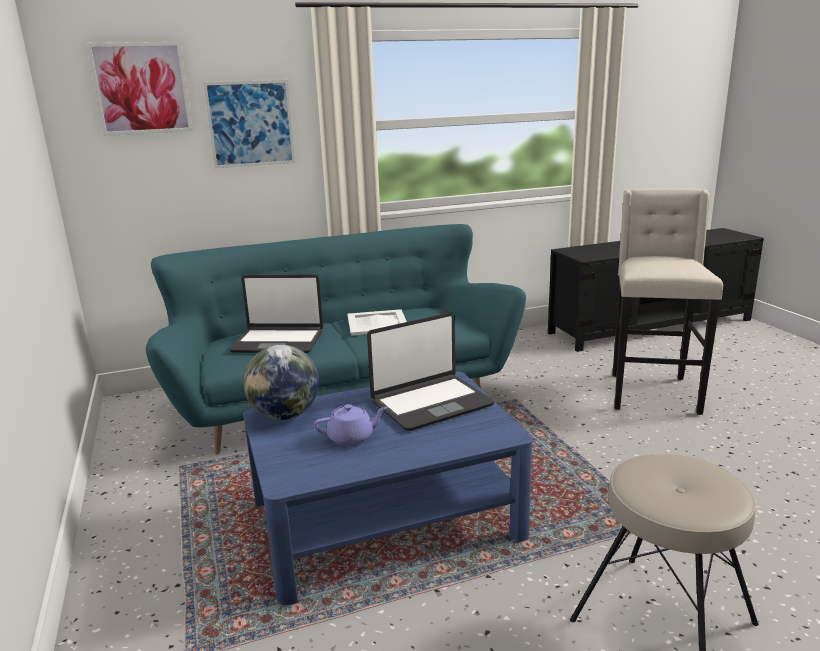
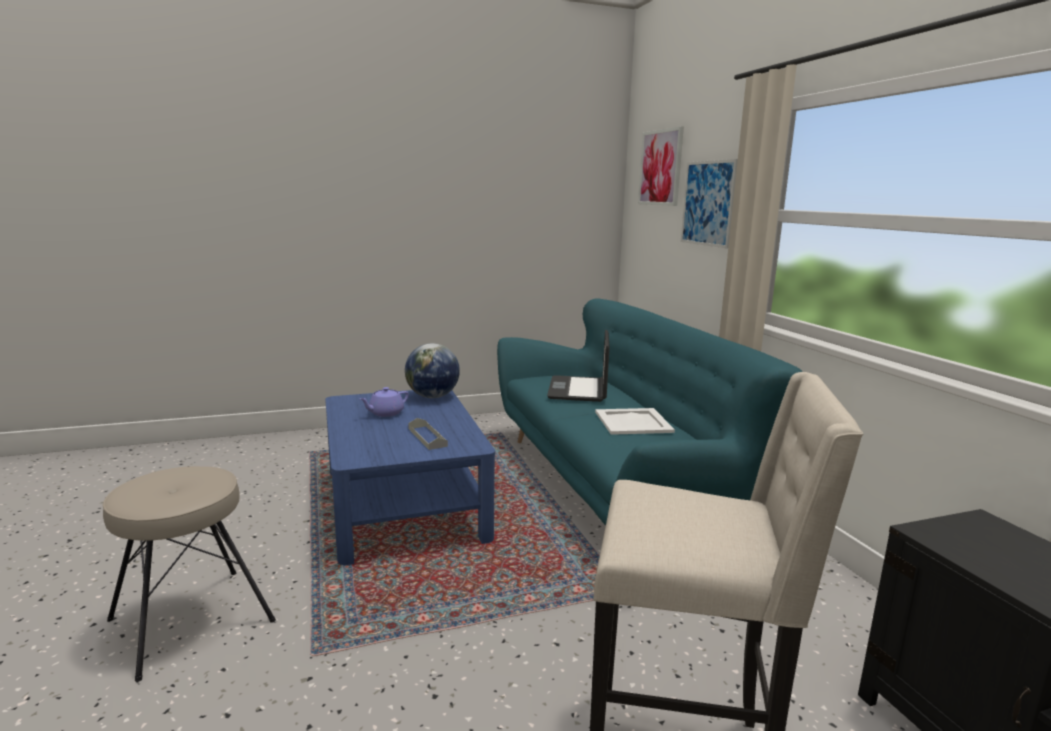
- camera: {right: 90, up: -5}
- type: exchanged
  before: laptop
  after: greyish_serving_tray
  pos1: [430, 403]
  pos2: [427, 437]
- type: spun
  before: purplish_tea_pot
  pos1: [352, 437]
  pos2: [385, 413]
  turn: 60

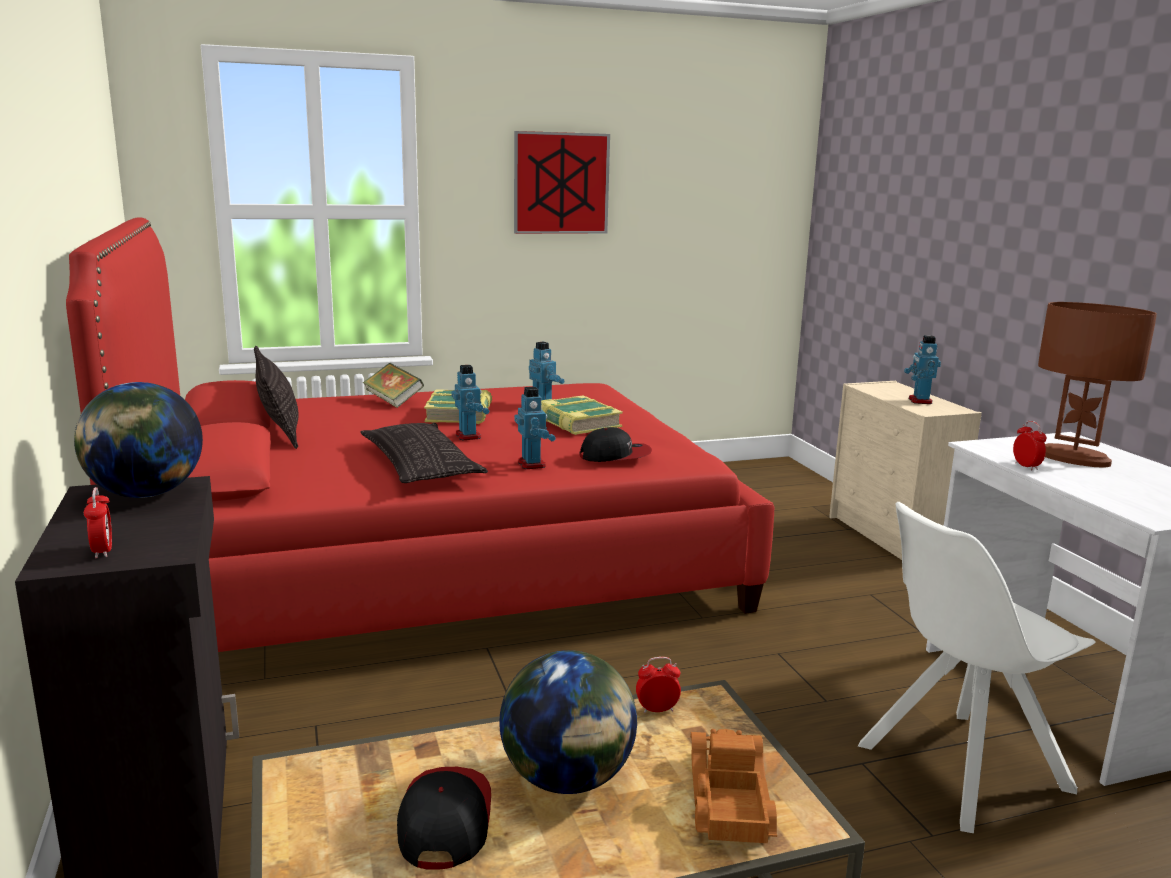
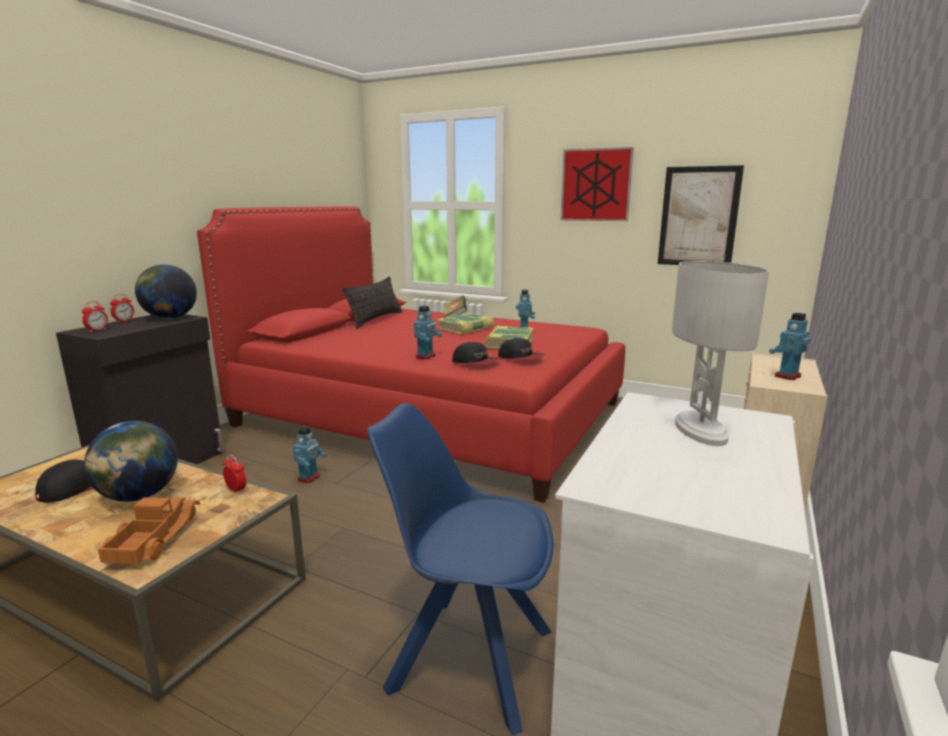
- camera: {right: 45, up: 0}
- type: colour
  before: brownish_tabletop_lamp
  after: white-coloured_tabletop_lamp
  pos1: [1072, 459]
  pos2: [699, 430]
- type: relocated
  before: model_robot
  pos1: [469, 436]
  pos2: [309, 478]
- type: relocated
  before: bedside_clock
  pos1: [1026, 466]
  pos2: [124, 321]
- type: missing
  before: pillow
  pos1: [420, 465]
- type: colour
  before: white-coloured_chair
  after: blue_chair
  pos1: [958, 769]
  pos2: [467, 657]
- type: spun
  before: model_truck
  pos1: [727, 799]
  pos2: [152, 539]
  turn: -45
- type: appeared
  after: wall_picture
  pos2: [698, 217]
- type: appeared
  after: baseball_cap
  pos2: [521, 357]

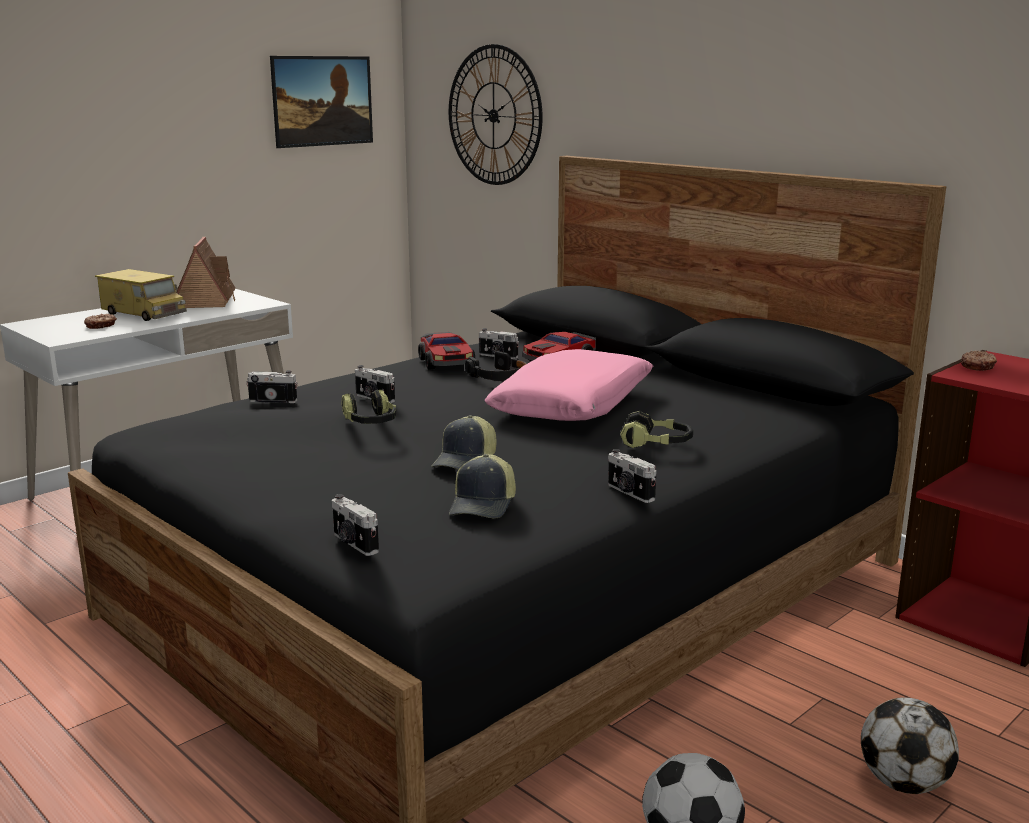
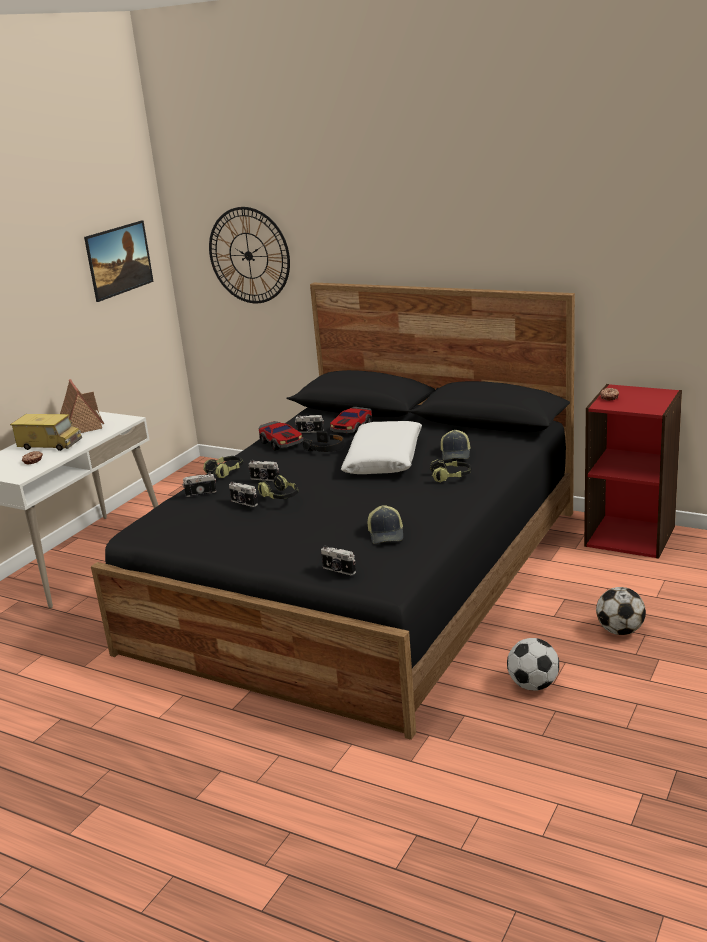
- camera: {right: -15, up: 5}
- type: colour
  before: pink-coloured_pillow
  after: white-coloured_pillow
  pos1: [573, 404]
  pos2: [384, 459]
- type: relocated
  before: baseball_cap
  pos1: [466, 461]
  pos2: [456, 454]
- type: relocated
  before: photo_camera
  pos1: [629, 493]
  pos2: [243, 503]
- type: appeared
  after: headset
  pos2: [226, 472]

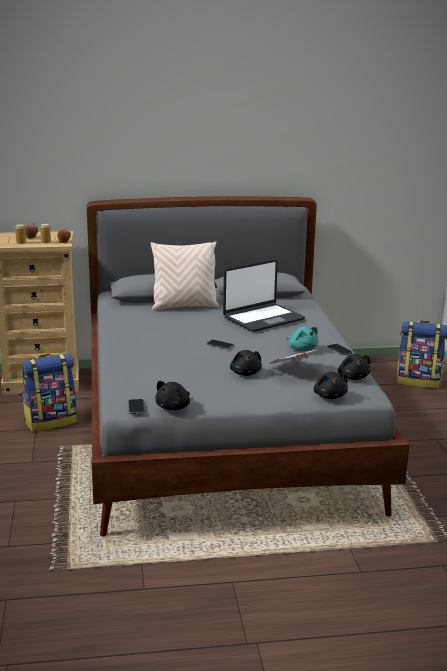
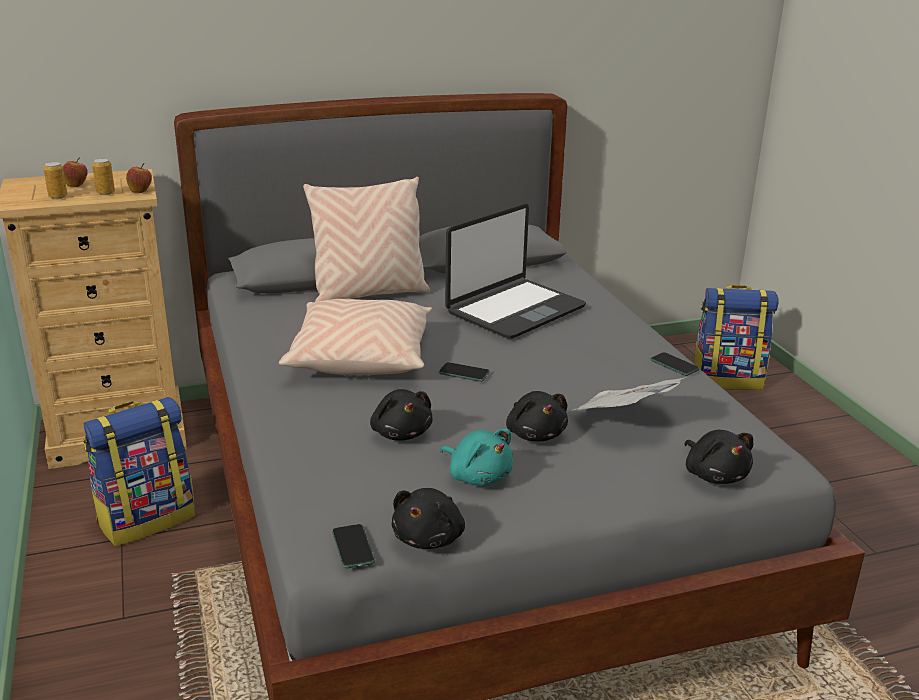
- camera: {right: -10, up: 5}
- type: relocated
  before: blue-green_plush_toy
  pos1: [302, 348]
  pos2: [478, 476]
- type: relocated
  before: black-coloured_plush_toy
  pos1: [353, 377]
  pos2: [401, 432]
- type: appeared
  after: beige_pillow
  pos2: [360, 357]

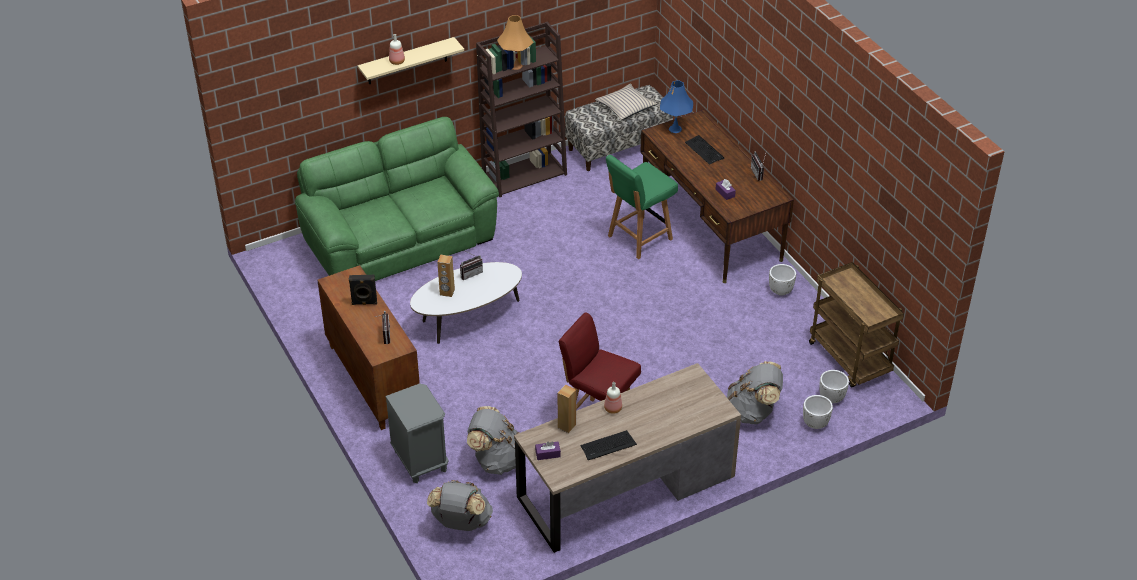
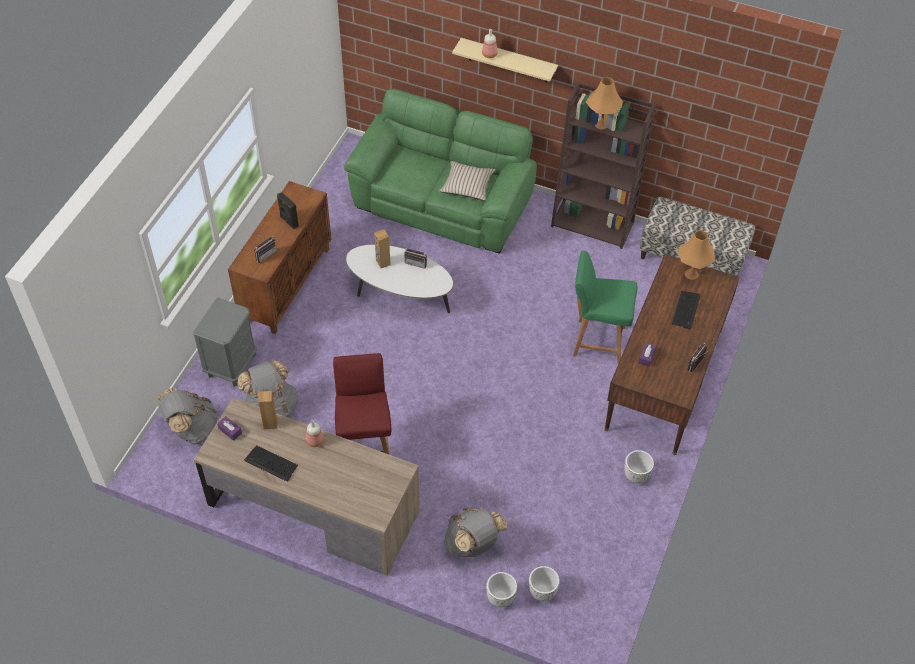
- camera: {right: 50, up: 10}
- type: colour
  before: blue_tabletop_lamp
  after: orange-coloured_tabletop_lamp
  pos1: [675, 129]
  pos2: [691, 274]
- type: relocated
  before: beige_pillow
  pos1: [625, 107]
  pos2: [467, 185]
- type: missing
  before: brownish_trolley
  pos1: [850, 359]

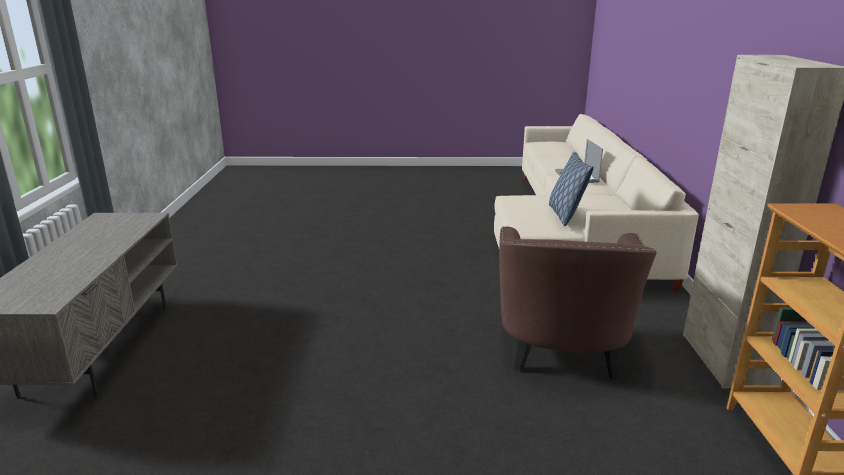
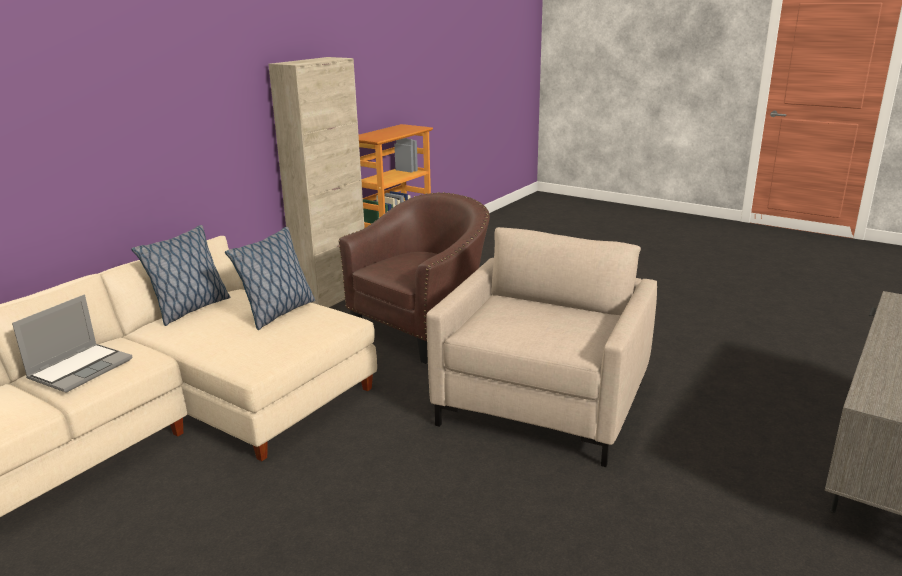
- camera: {right: -145, up: 0}
- type: appeared
  after: pillow
  pos2: [190, 309]
- type: appeared
  after: beige_lounge_chair
  pos2: [544, 404]

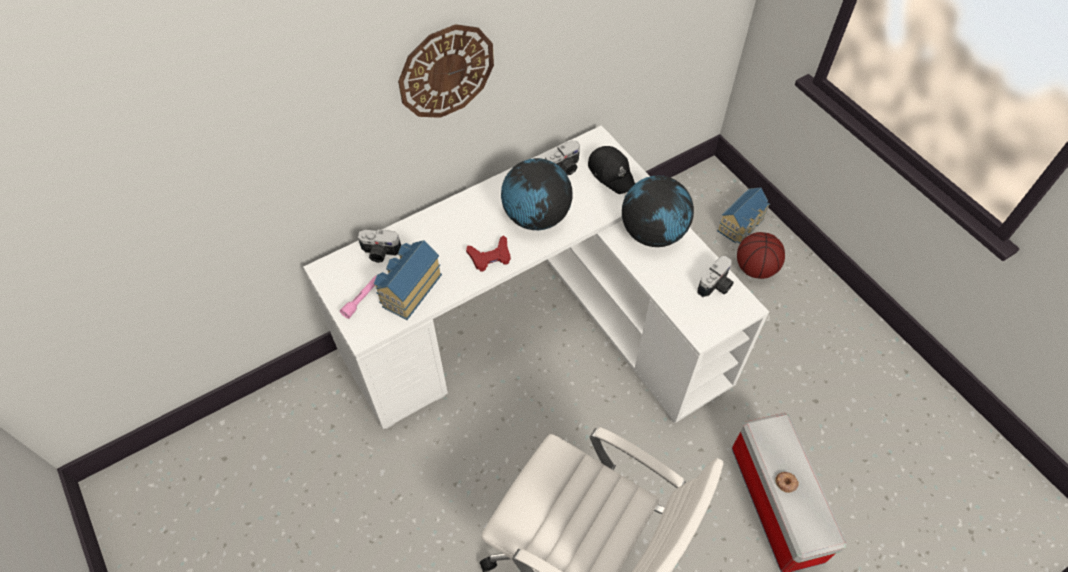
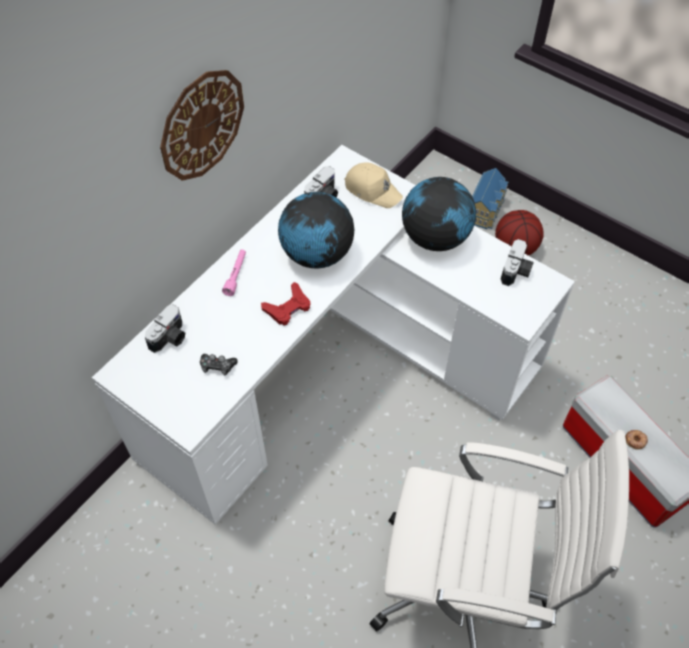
- camera: {right: -20, up: 0}
- type: colour
  before: black-coloured_baseball_cap
  after: beige_baseball_cap
  pos1: [611, 173]
  pos2: [372, 189]
- type: spun
  before: photo_camera
  pos1: [380, 253]
  pos2: [170, 338]
  turn: -45
- type: exchanged
  before: model_house
  after: game_controller
  pos1: [408, 289]
  pos2: [217, 366]
- type: relocated
  before: pink-coloured_torch
  pos1: [362, 299]
  pos2: [236, 275]

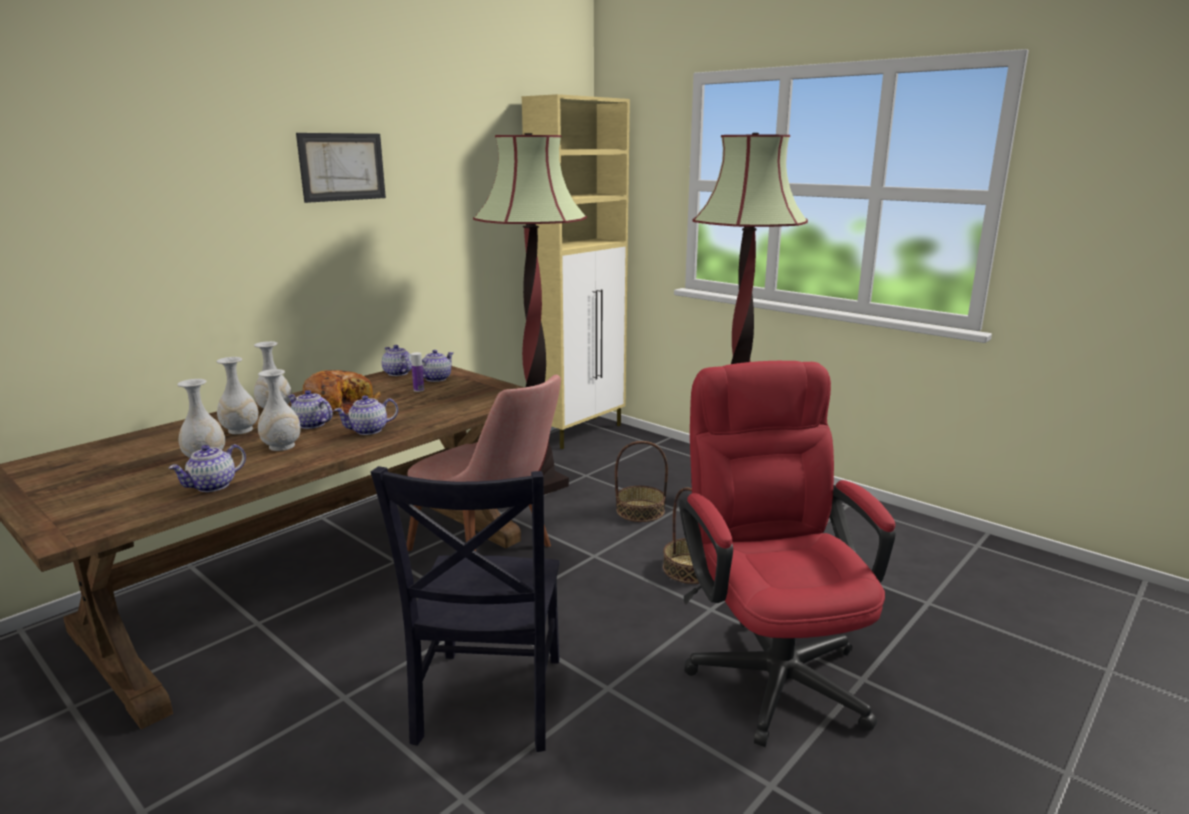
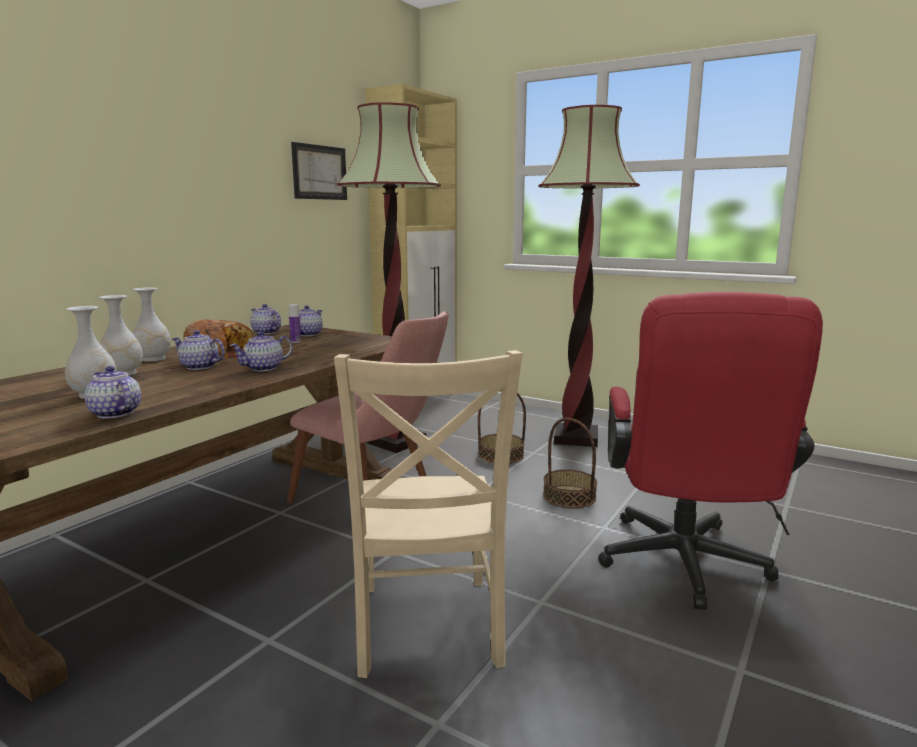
- camera: {right: -10, up: -5}
- type: relocated
  before: wall_picture
  pos1: [342, 167]
  pos2: [319, 172]
- type: spun
  before: red-coloured_computer_chair
  pos1: [772, 666]
  pos2: [684, 568]
  turn: -150
- type: missing
  before: white-coloured_decorative_vase
  pos1: [282, 446]
- type: spun
  before: tea_pot
  pos1: [212, 486]
  pos2: [114, 413]
  turn: 105
- type: colour
  before: black-coloured_chair
  after: beige_chair
  pos1: [488, 704]
  pos2: [427, 629]

